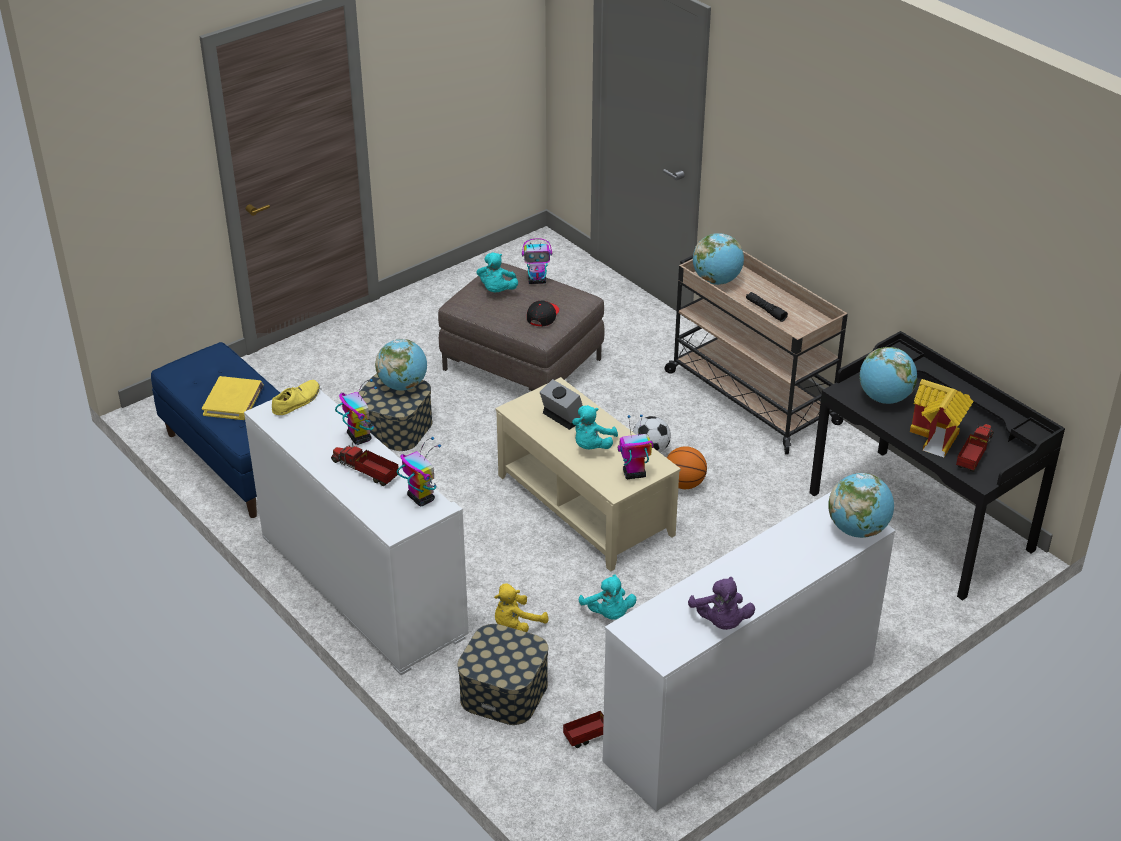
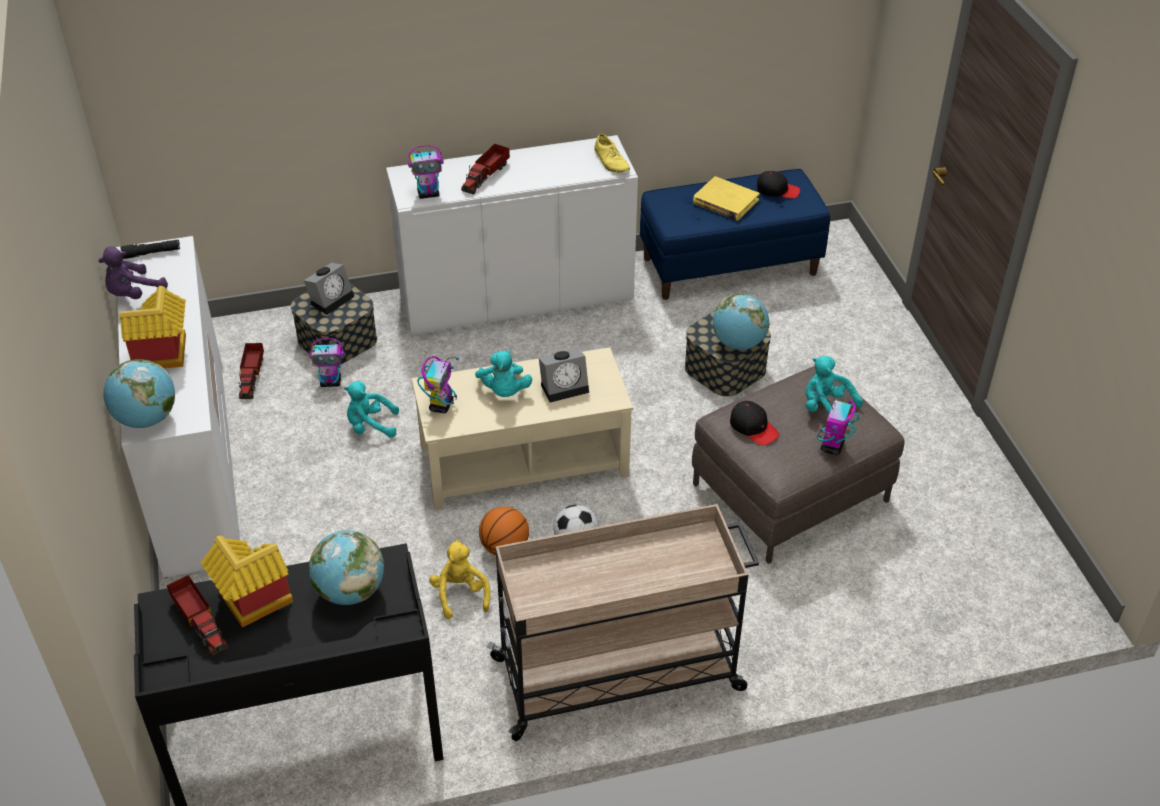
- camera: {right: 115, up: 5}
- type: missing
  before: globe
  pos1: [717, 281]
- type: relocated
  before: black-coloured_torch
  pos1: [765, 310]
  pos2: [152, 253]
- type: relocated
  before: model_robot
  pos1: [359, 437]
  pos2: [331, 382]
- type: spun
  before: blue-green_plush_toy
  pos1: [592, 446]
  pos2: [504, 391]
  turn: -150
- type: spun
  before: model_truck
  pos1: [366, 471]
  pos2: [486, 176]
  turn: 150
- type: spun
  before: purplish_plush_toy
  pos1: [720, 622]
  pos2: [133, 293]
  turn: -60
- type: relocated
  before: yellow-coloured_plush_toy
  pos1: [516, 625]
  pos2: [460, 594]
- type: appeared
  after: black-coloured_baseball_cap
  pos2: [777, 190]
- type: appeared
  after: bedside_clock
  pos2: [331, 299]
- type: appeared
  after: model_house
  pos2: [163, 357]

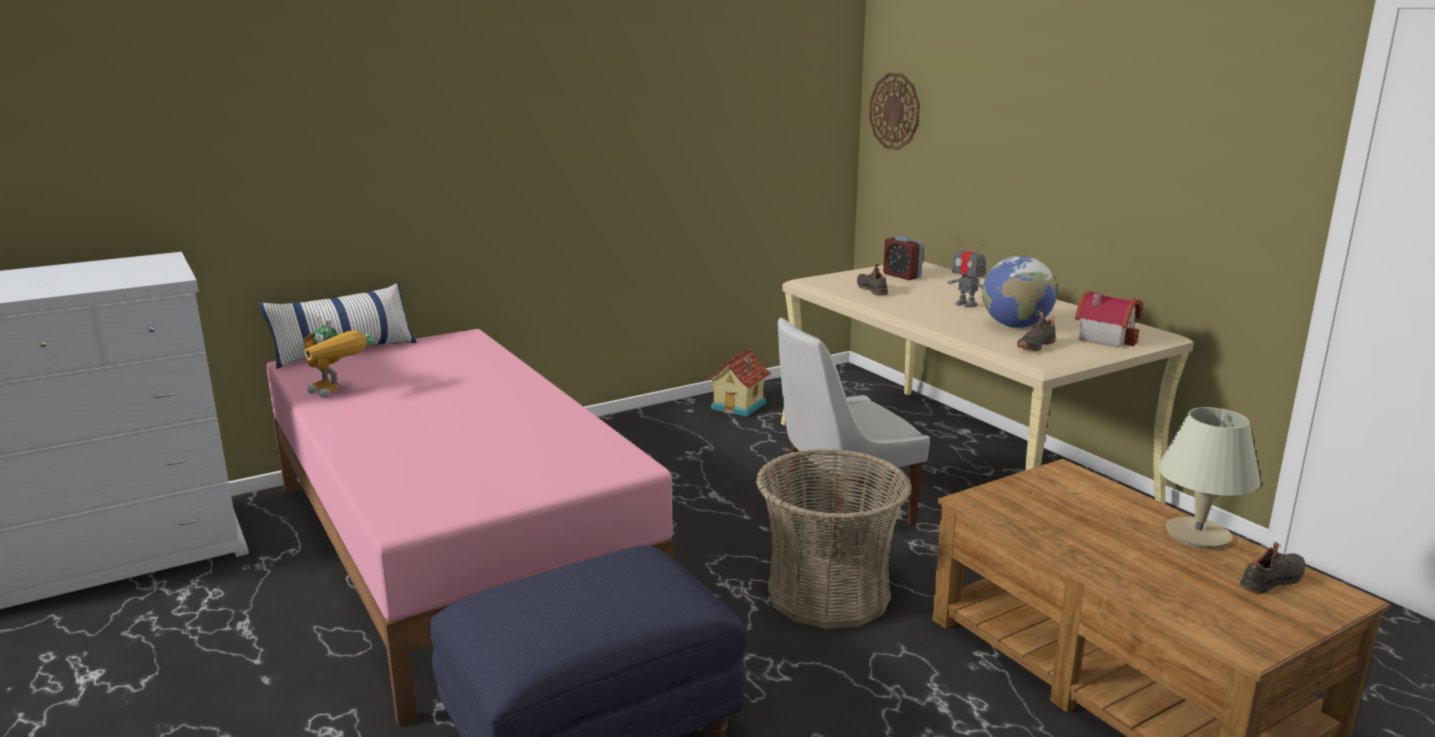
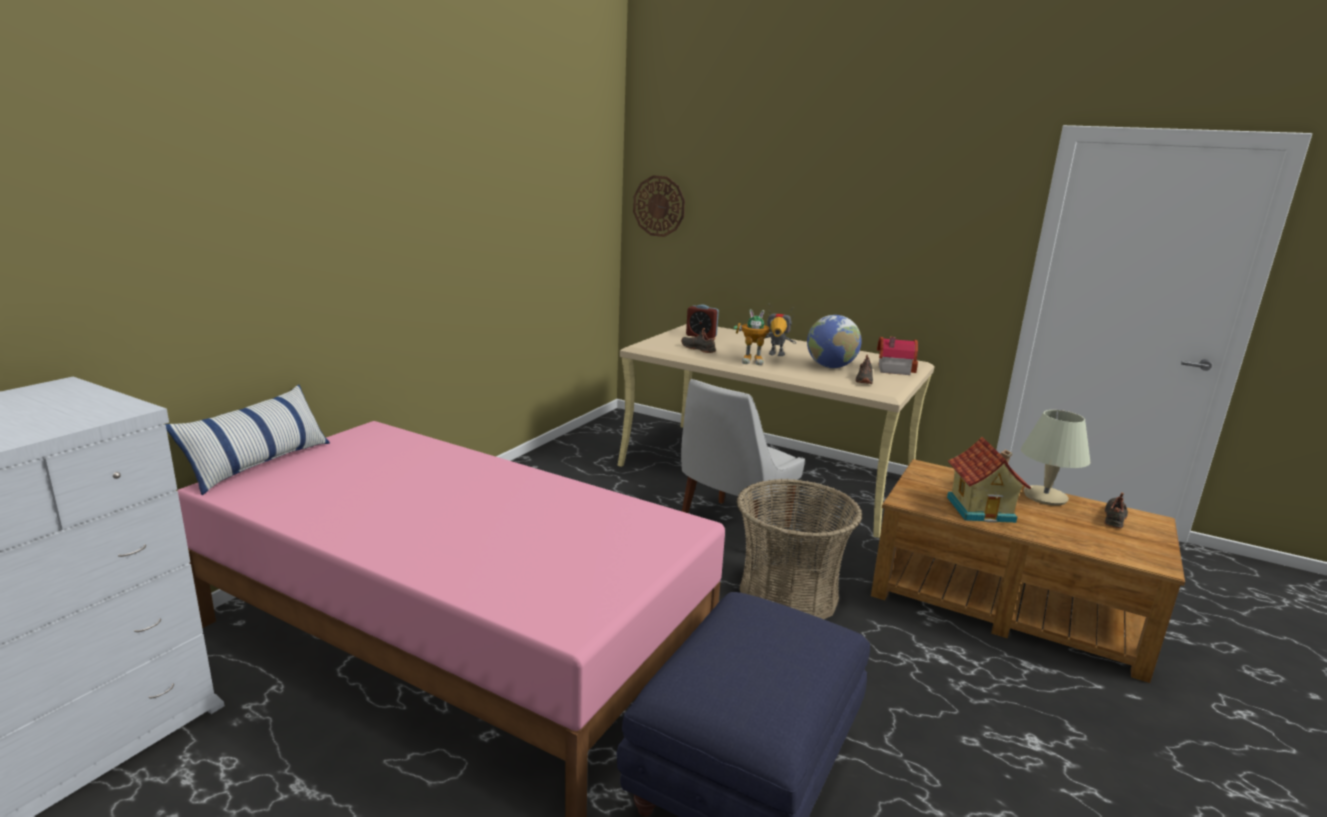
- camera: {right: -30, up: 0}
- type: relocated
  before: model_robot
  pos1: [338, 393]
  pos2: [761, 362]
- type: relocated
  before: model_house
  pos1: [740, 406]
  pos2: [982, 509]

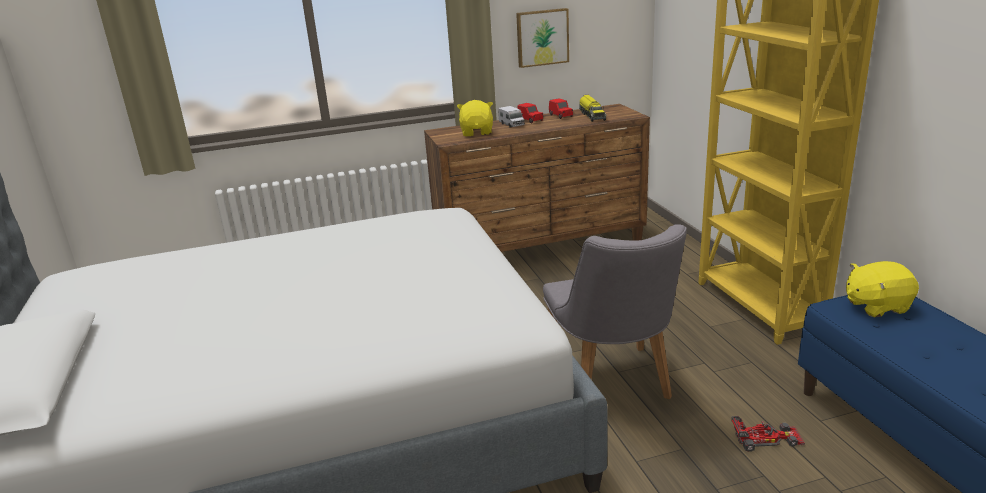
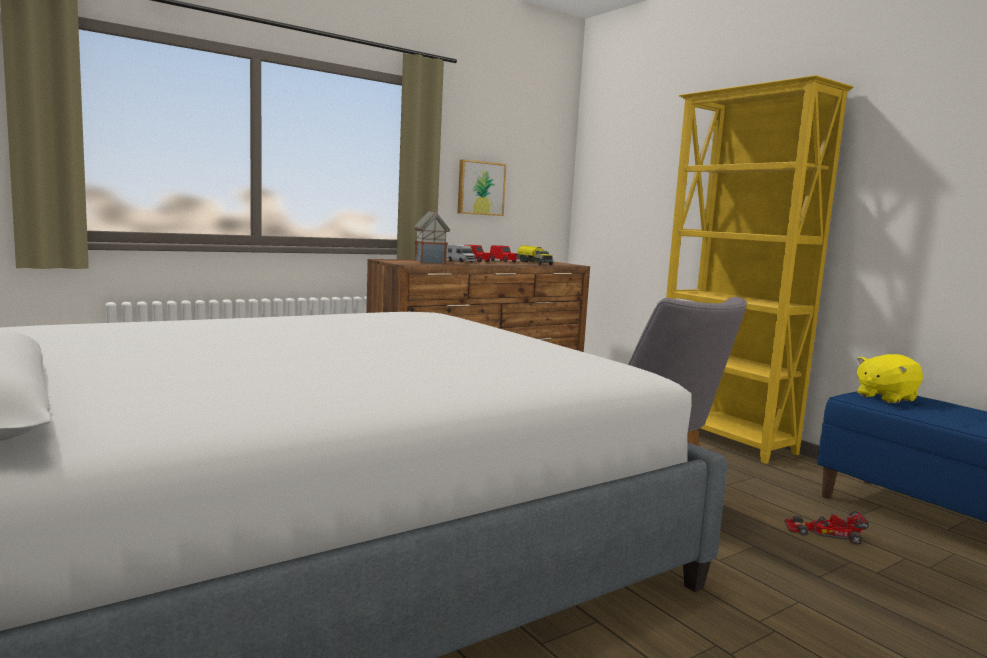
- camera: {right: -20, up: -15}
- type: exchanged
  before: yellow-coloured_plush_toy
  after: model_house
  pos1: [477, 132]
  pos2: [430, 262]
- type: spun
  before: model_car
  pos1: [766, 438]
  pos2: [824, 532]
  turn: -150

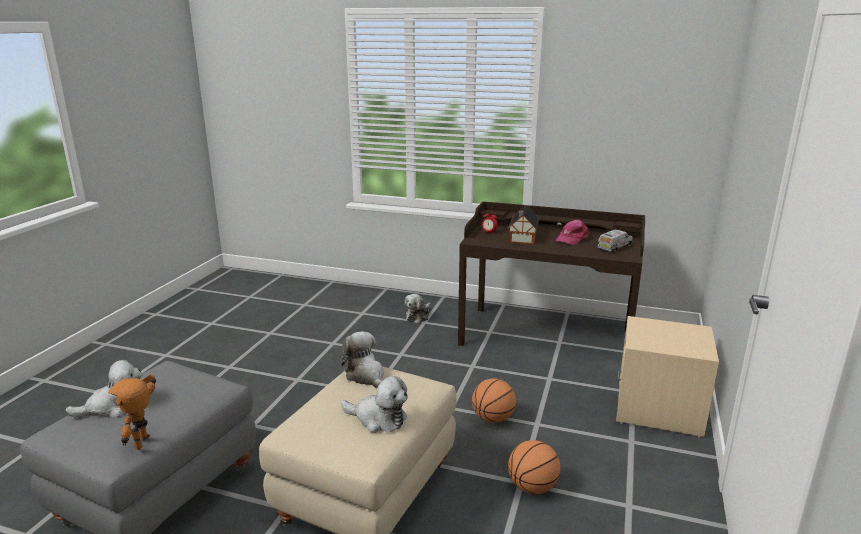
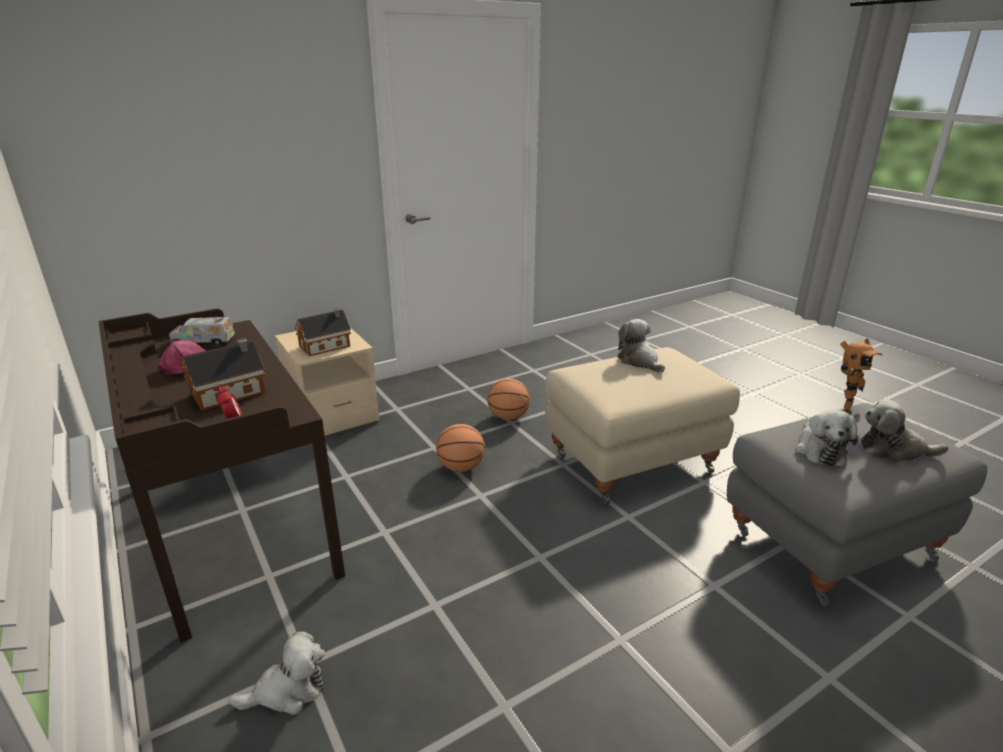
- camera: {right: -140, up: 5}
- type: relocated
  before: plush_toy
  pos1: [366, 376]
  pos2: [819, 450]
- type: appeared
  after: model_house
  pos2: [327, 346]

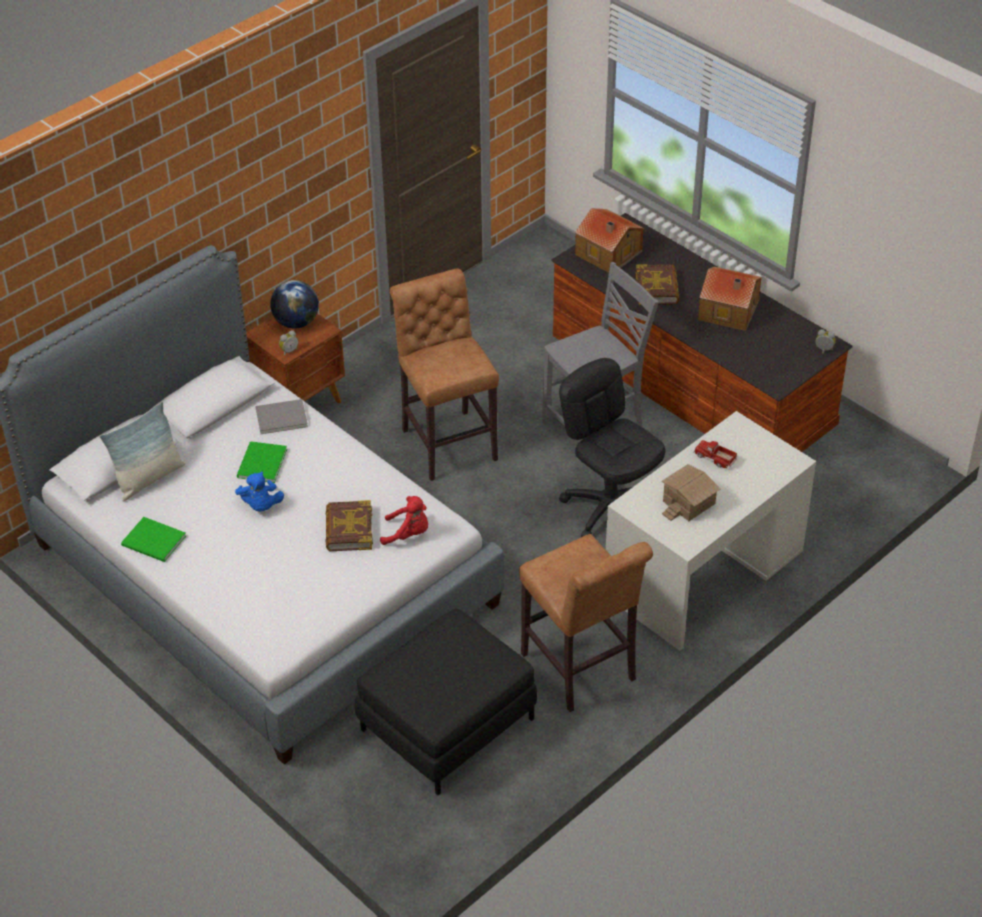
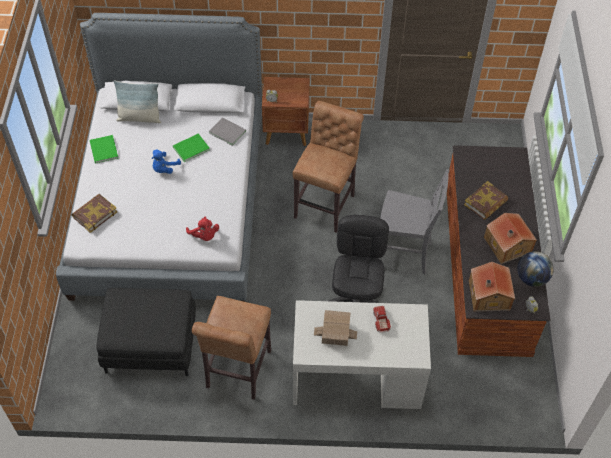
- camera: {right: 45, up: 10}
- type: relocated
  before: model_house
  pos1: [608, 254]
  pos2: [488, 296]
- type: relocated
  before: globe
  pos1: [296, 322]
  pos2: [531, 278]
- type: relocated
  before: volume
  pos1: [348, 530]
  pos2: [94, 214]

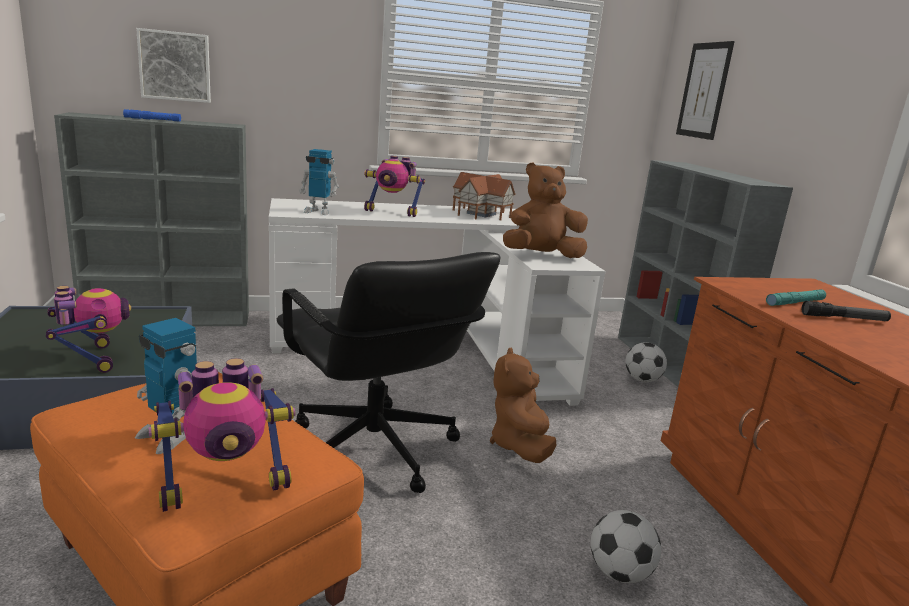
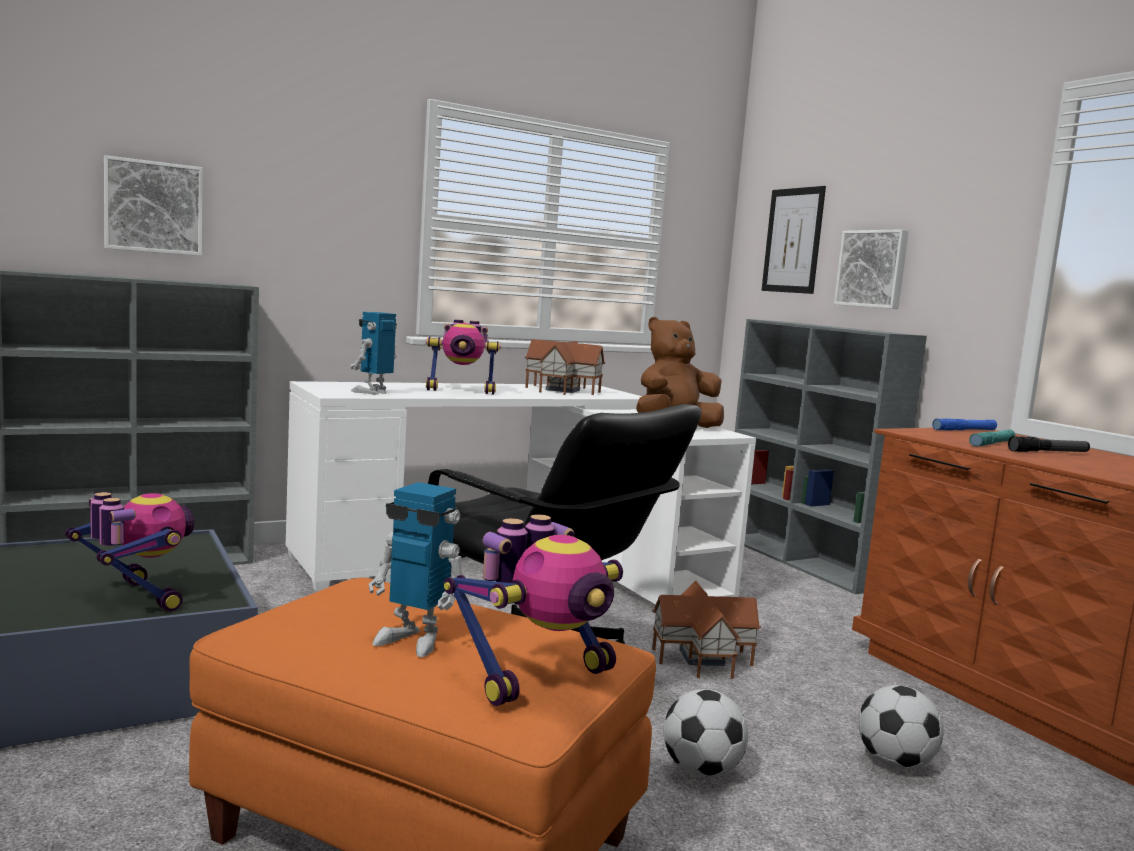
- camera: {right: -15, up: -10}
- type: relocated
  before: blue_torch
  pos1: [152, 119]
  pos2: [964, 430]
- type: spun
  before: model_robot
  pos1: [318, 211]
  pos2: [373, 392]
  turn: 135
- type: relocated
  before: football
  pos1: [642, 380]
  pos2: [701, 771]
- type: exchanged
  before: brownish_plush_toy
  after: model_house
  pos1: [520, 446]
  pos2: [700, 657]
- type: appeared
  after: wall_picture
  pos2: [873, 269]

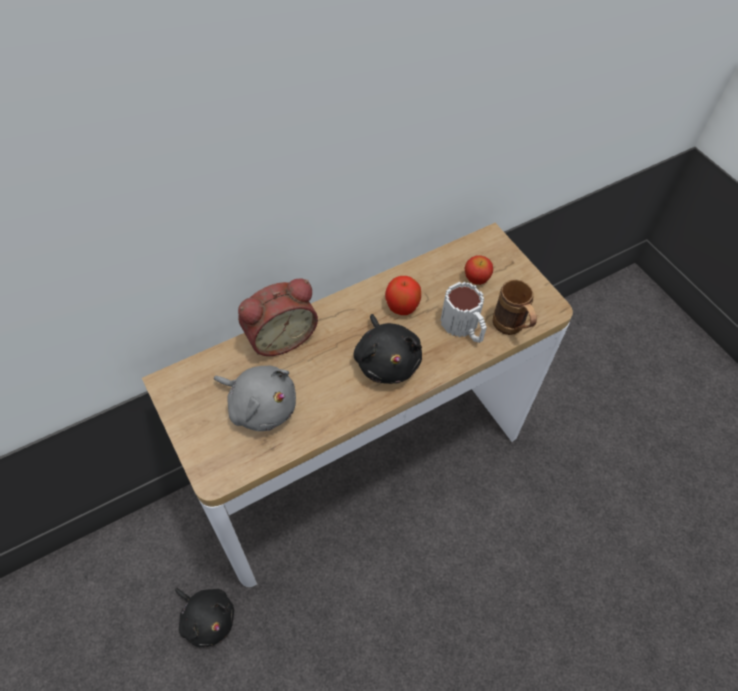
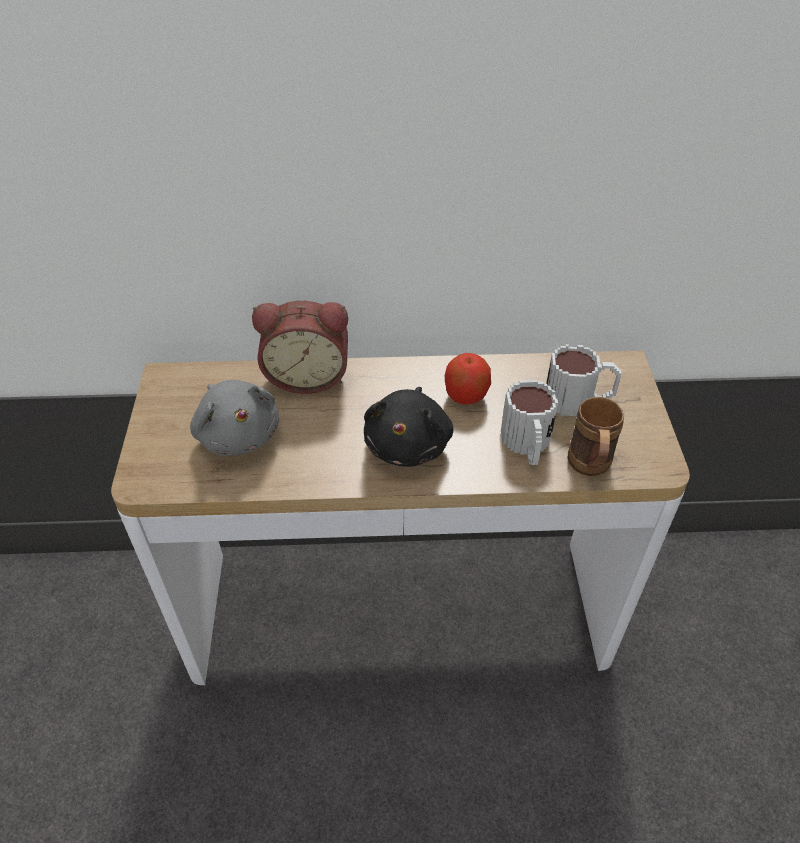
- camera: {right: 30, up: -10}
- type: exchanged
  before: apple
  after: mug
  pos1: [476, 279]
  pos2: [578, 400]
- type: missing
  before: black-coloured_plush_toy
  pos1: [207, 618]

